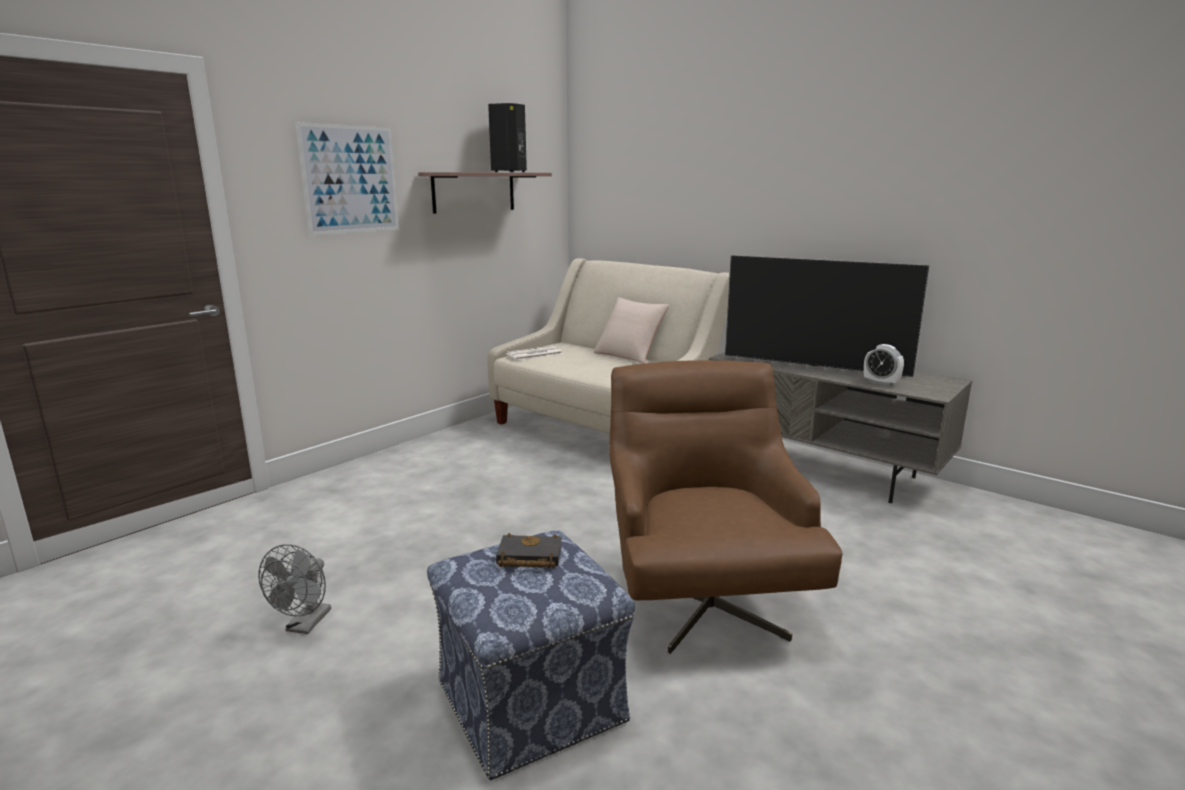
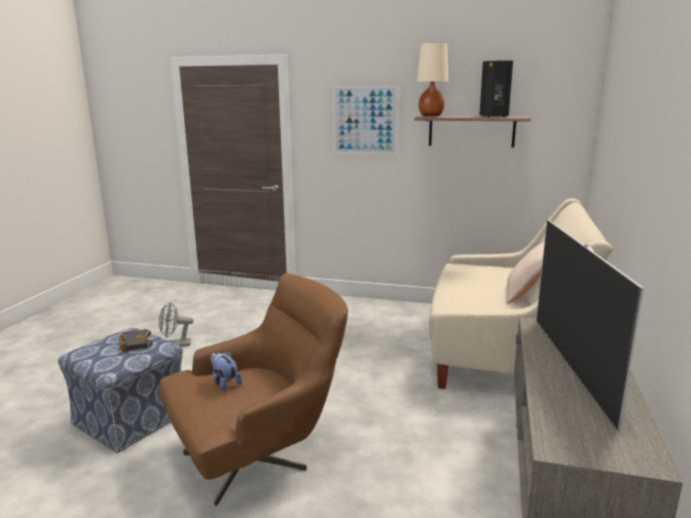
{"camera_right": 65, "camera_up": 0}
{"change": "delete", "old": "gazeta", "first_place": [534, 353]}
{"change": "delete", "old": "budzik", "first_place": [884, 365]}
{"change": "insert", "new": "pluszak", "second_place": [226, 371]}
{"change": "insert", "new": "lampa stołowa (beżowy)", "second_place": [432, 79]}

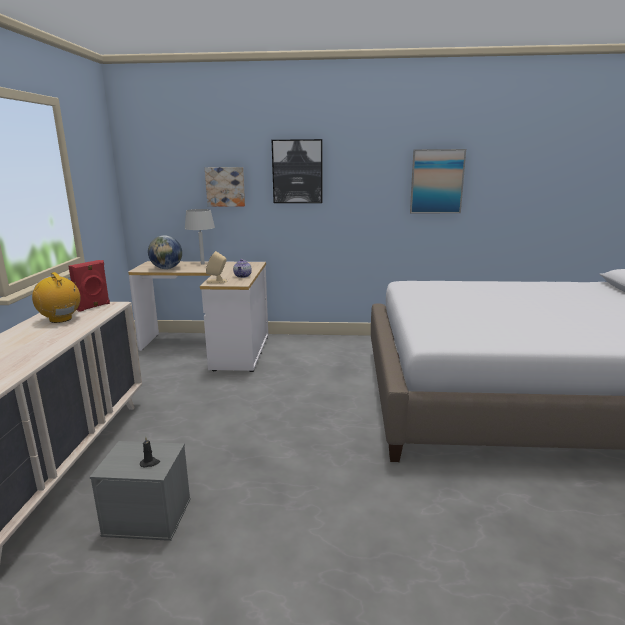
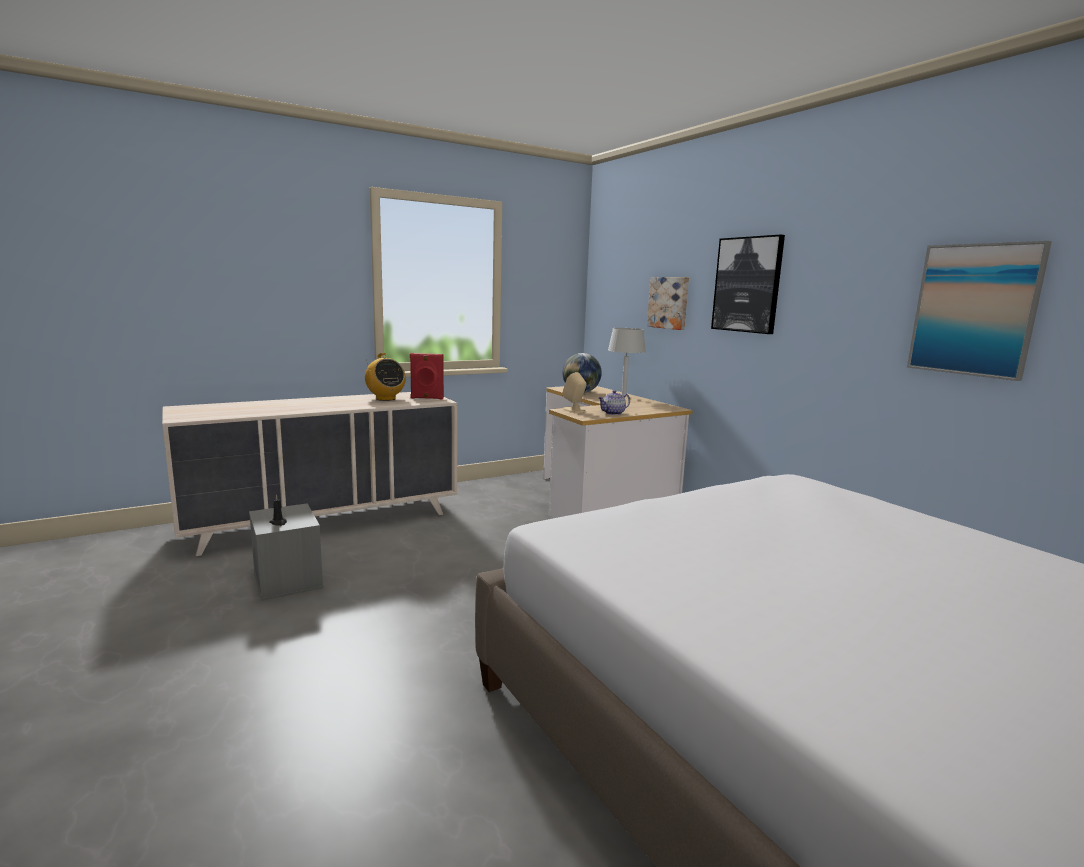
{"camera_right": 55, "camera_up": -5}
{"change": "rotate", "old": "radio", "first_place": [56, 297], "second_place": [385, 377], "degrees": 135}

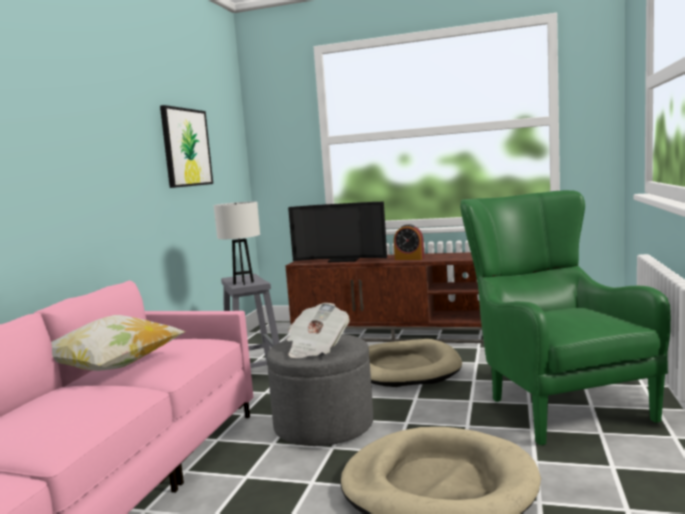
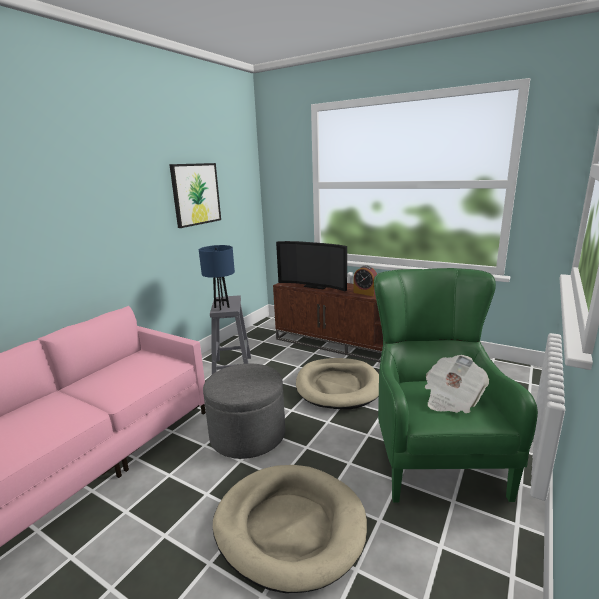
{"camera_right": 15, "camera_up": 10}
{"change": "delete", "old": "poduszka", "first_place": [118, 343]}
{"change": "recolor", "old": "lampa stołowa (biały)", "new": "lampa stołowa (niebieski)", "first_place": [237, 243], "second_place": [217, 277]}
{"change": "move", "old": "gazeta", "first_place": [318, 330], "second_place": [457, 384]}

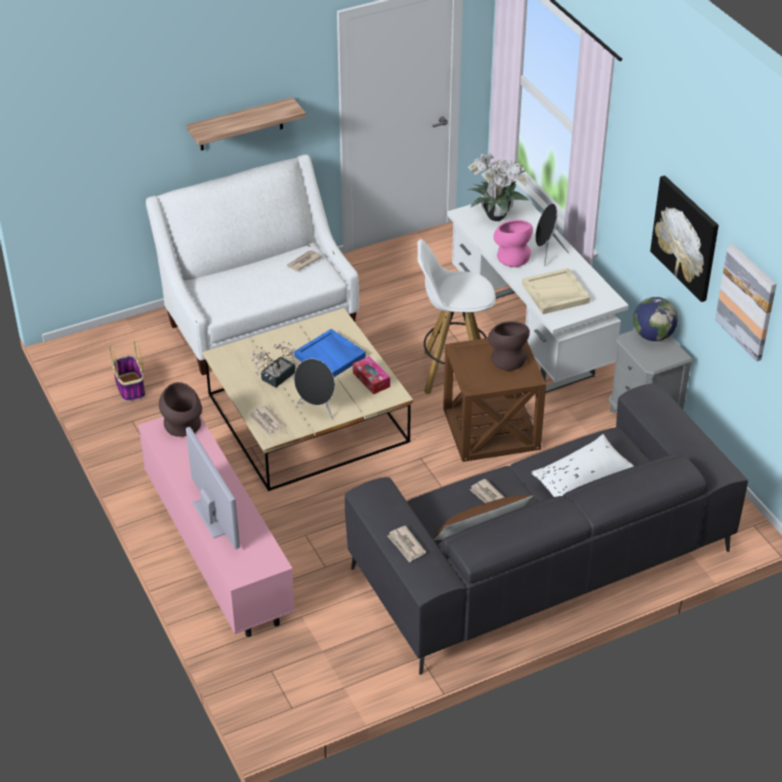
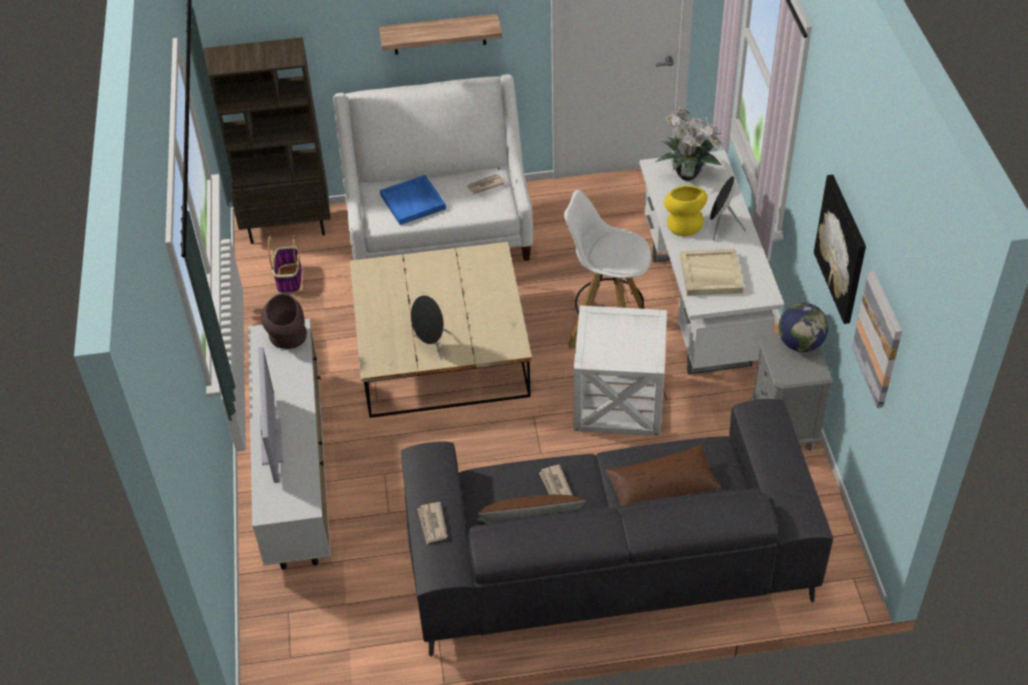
{"camera_right": 20, "camera_up": 5}
{"change": "recolor", "old": "szafka pod telewizor (różowy)", "new": "szafka pod telewizor (biały)", "first_place": [216, 526], "second_place": [289, 444]}
{"change": "delete", "old": "gazeta", "first_place": [266, 420]}
{"change": "delete", "old": "roślina doniczkowa", "first_place": [273, 364]}
{"change": "move", "old": "taca (niebieski)", "first_place": [330, 353], "second_place": [413, 200]}
{"change": "delete", "old": "pudełko chusteczek", "first_place": [371, 375]}
{"change": "recolor", "old": "stolik (brązowy)", "new": "stolik (biały)", "first_place": [494, 400], "second_place": [620, 371]}
{"change": "delete", "old": "wazon (brązowy)", "first_place": [509, 346]}
{"change": "recolor", "old": "wazon (różowy)", "new": "wazon (żółty)", "first_place": [513, 243], "second_place": [685, 210]}
{"change": "recolor", "old": "poduszka (biały)", "new": "poduszka (brązowy)", "first_place": [582, 465], "second_place": [663, 475]}
{"change": "insert", "new": "regał (brązowy)", "second_place": [266, 140]}

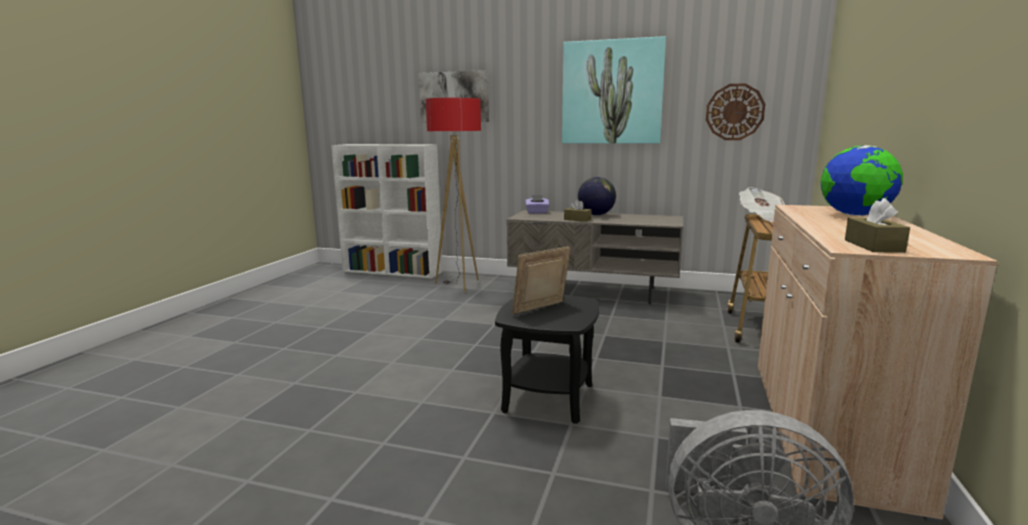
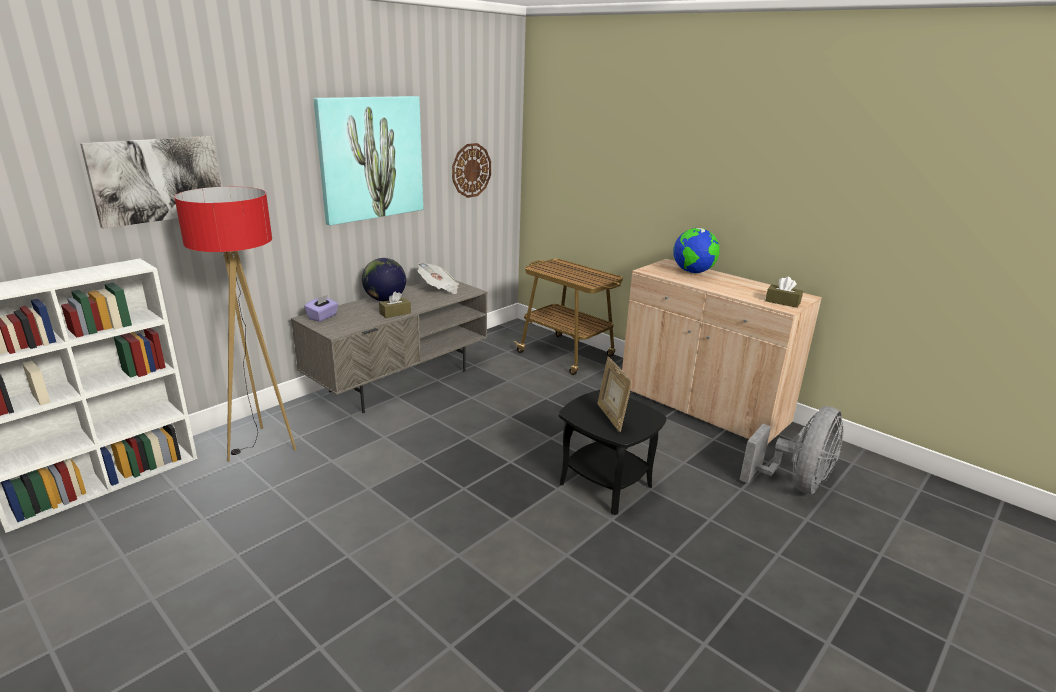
{"camera_right": -65, "camera_up": 10}
{"change": "move", "old": "gazeta", "first_place": [762, 204], "second_place": [438, 278]}

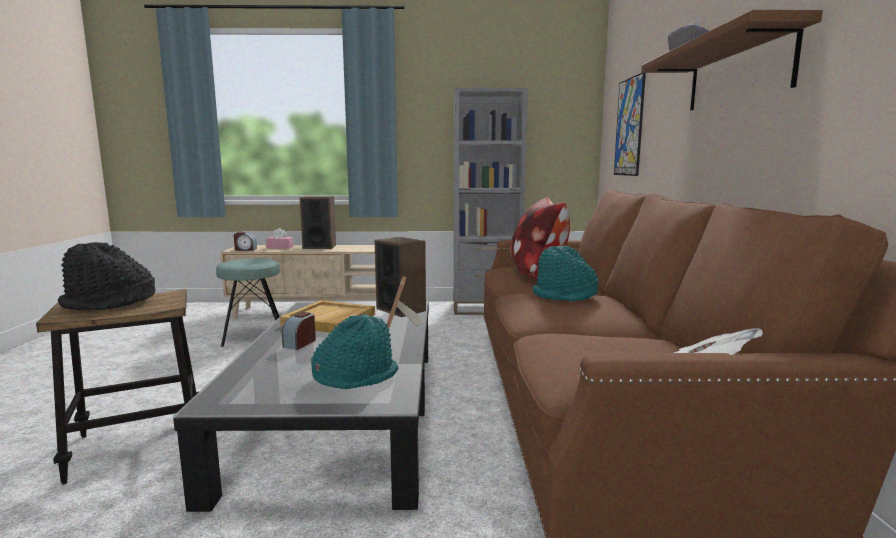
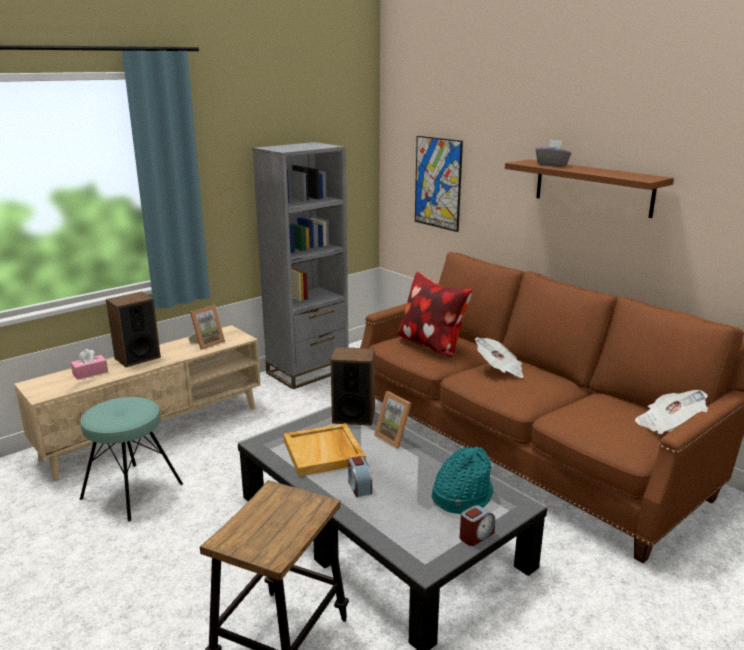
{"camera_right": -40, "camera_up": 10}
{"change": "delete", "old": "kapelusz (czarny)", "first_place": [106, 276]}
{"change": "move", "old": "budzik", "first_place": [245, 241], "second_place": [477, 525]}
{"change": "replace", "old": "kapelusz (turkusowy)", "new": "gazeta", "first_place": [565, 273], "second_place": [499, 357]}
{"change": "insert", "new": "ramka na zdjęcie", "second_place": [207, 327]}

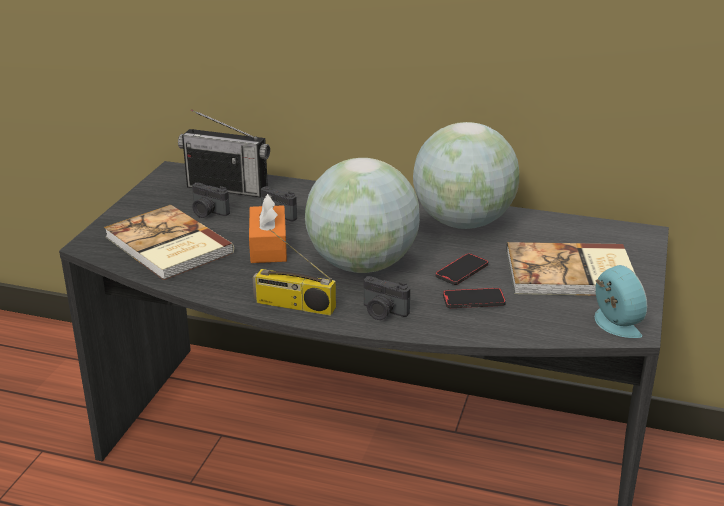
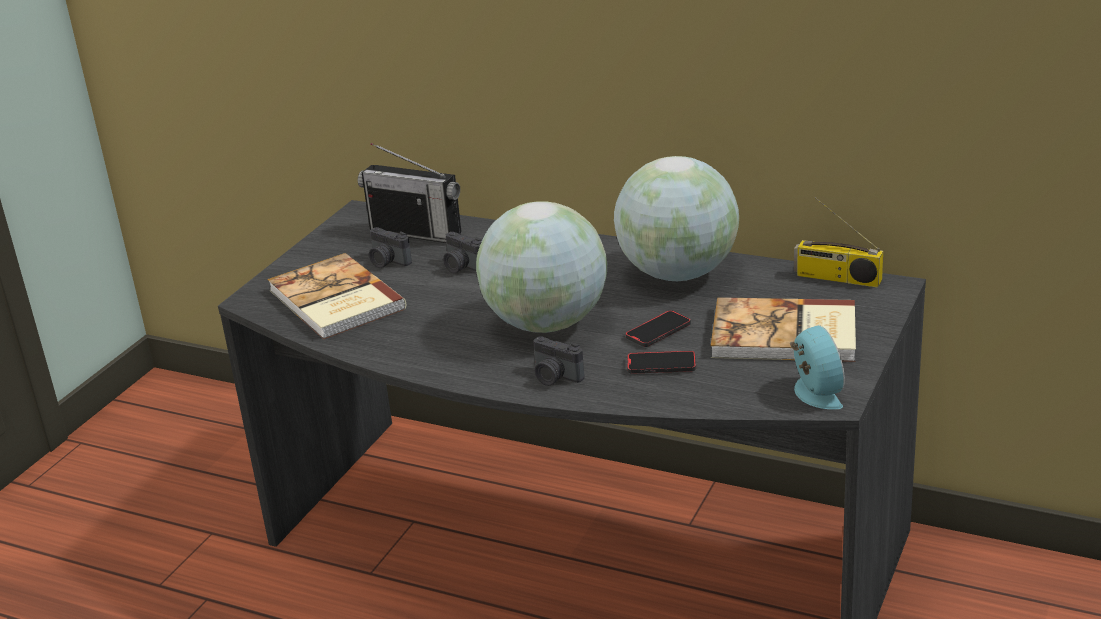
{"camera_right": 10, "camera_up": 0}
{"change": "delete", "old": "pudełko chusteczek (pomarańczowy)", "first_place": [268, 228]}
{"change": "move", "old": "radio", "first_place": [294, 272], "second_place": [838, 242]}

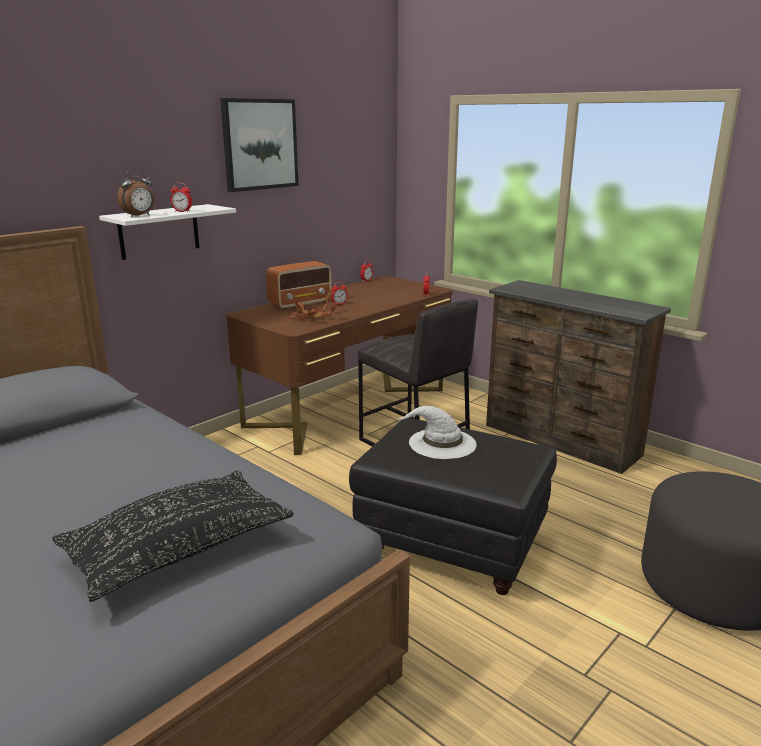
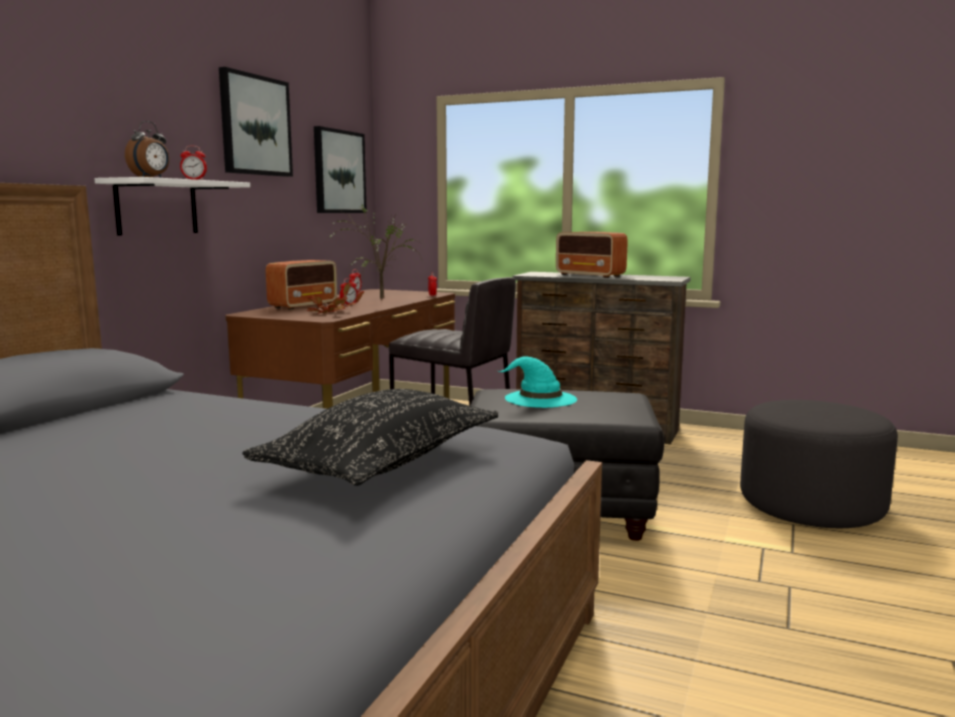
{"camera_right": -20, "camera_up": -10}
{"change": "recolor", "old": "kapelusz (biały)", "new": "kapelusz (turkusowy)", "first_place": [437, 432], "second_place": [538, 382]}
{"change": "insert", "new": "obraz", "second_place": [340, 169]}
{"change": "insert", "new": "roślina doniczkowa", "second_place": [376, 251]}
{"change": "insert", "new": "radio", "second_place": [592, 255]}

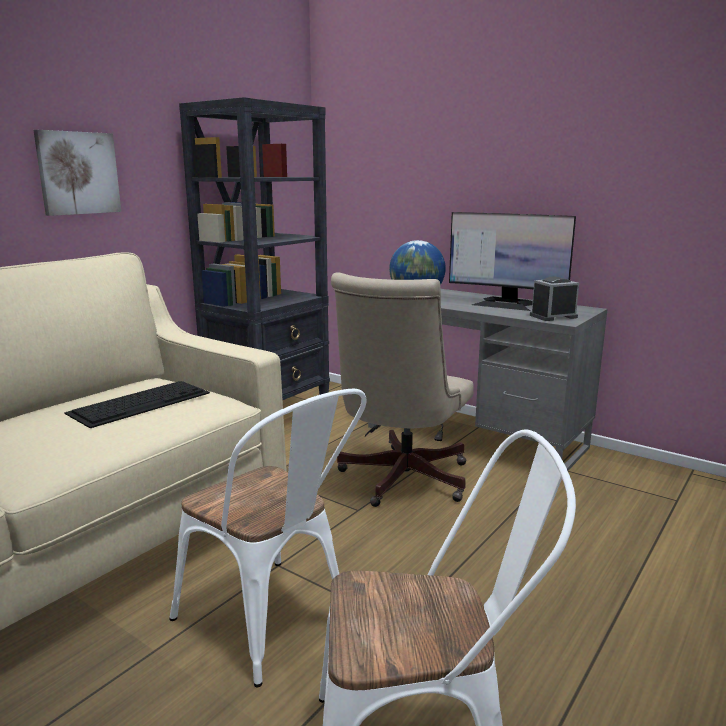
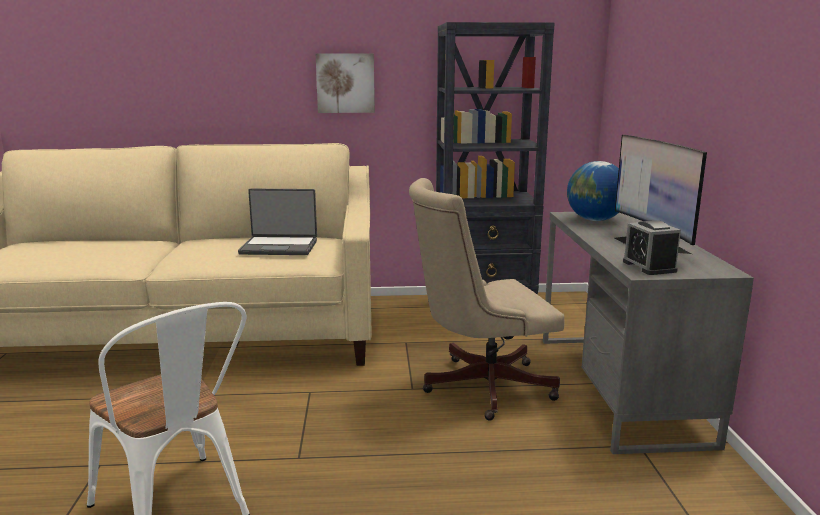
{"camera_right": 50, "camera_up": 0}
{"change": "replace", "old": "klawiatura", "new": "laptop", "first_place": [137, 404], "second_place": [277, 222]}
{"change": "delete", "old": "krzesło (biały)", "first_place": [268, 538]}
{"change": "rotate", "old": "budzik", "first_place": [554, 299], "second_place": [652, 247], "degrees": -135}

